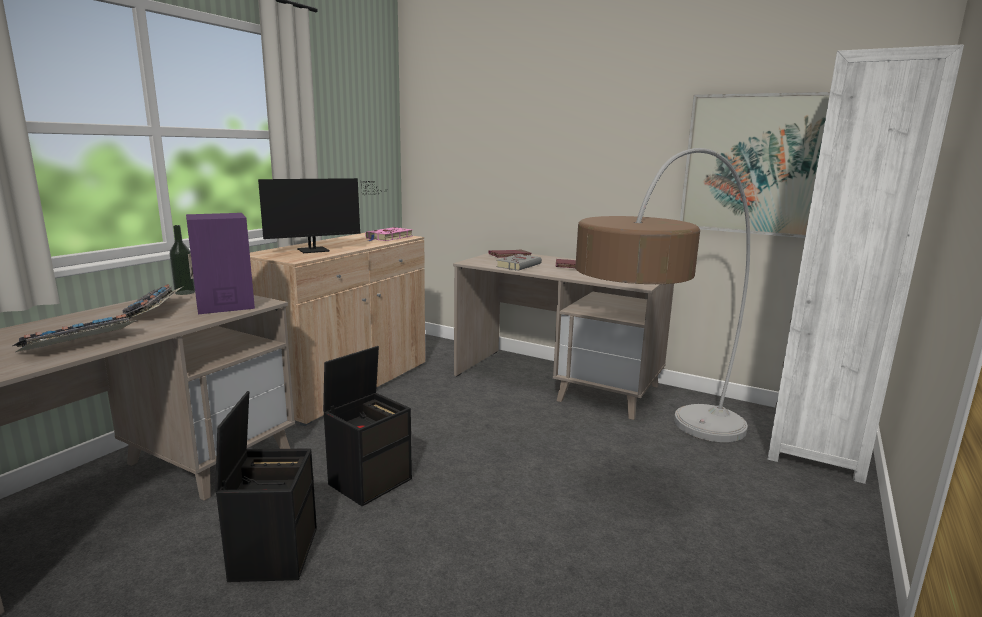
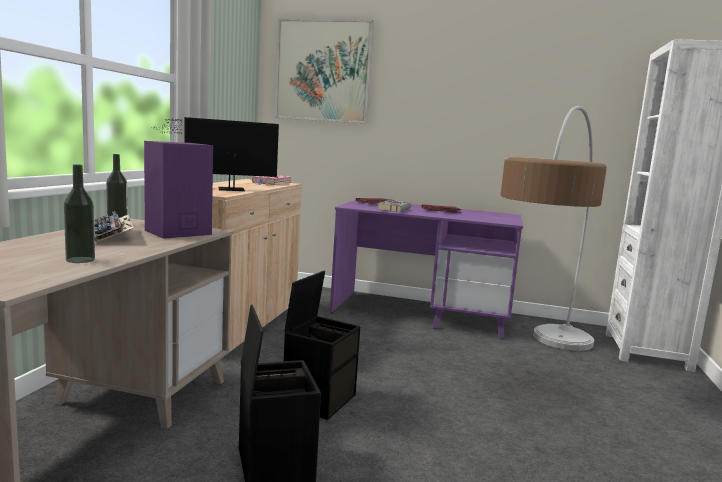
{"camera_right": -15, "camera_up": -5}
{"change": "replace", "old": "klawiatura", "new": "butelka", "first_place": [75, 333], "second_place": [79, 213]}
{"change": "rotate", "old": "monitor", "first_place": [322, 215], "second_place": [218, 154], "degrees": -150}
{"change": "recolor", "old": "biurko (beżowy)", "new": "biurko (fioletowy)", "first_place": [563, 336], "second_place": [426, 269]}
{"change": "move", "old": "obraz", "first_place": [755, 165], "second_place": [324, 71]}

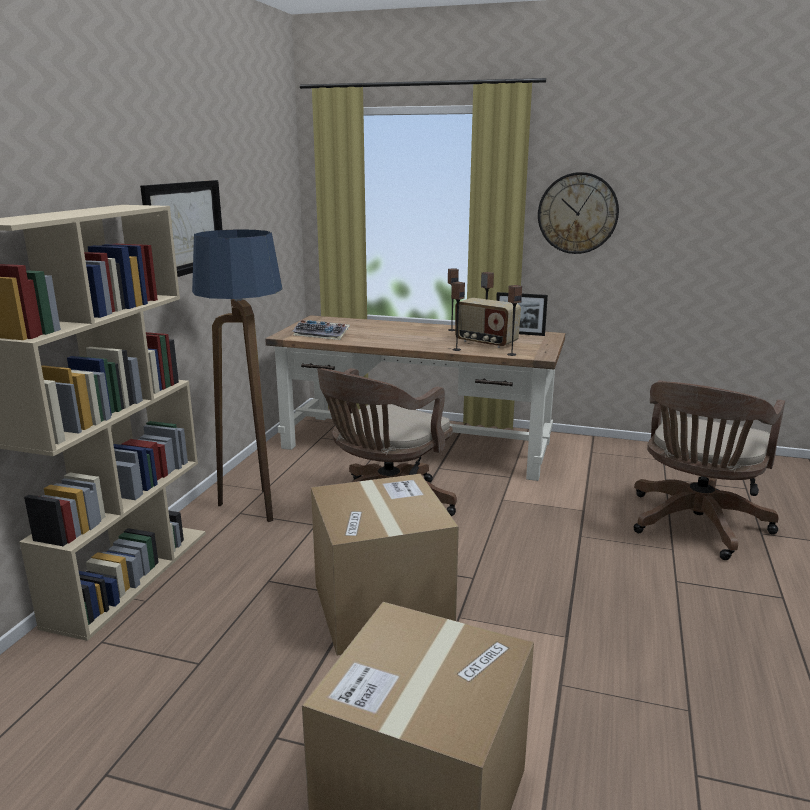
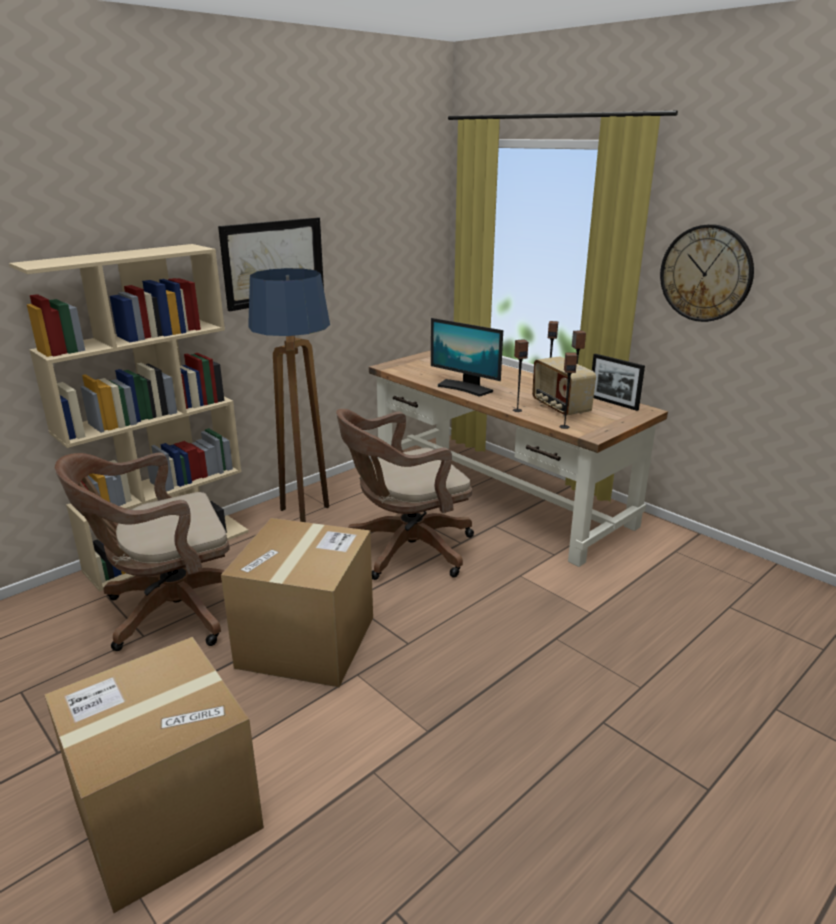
{"camera_right": 30, "camera_up": 5}
{"change": "delete", "old": "klawiatura", "first_place": [321, 330]}
{"change": "move", "old": "krzesło biurowe (brązowy)", "first_place": [709, 470], "second_place": [142, 552]}
{"change": "insert", "new": "monitor", "second_place": [467, 357]}

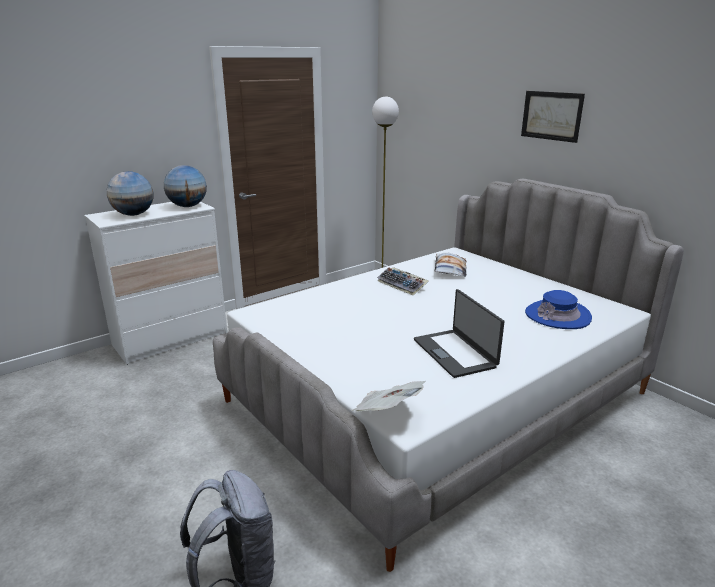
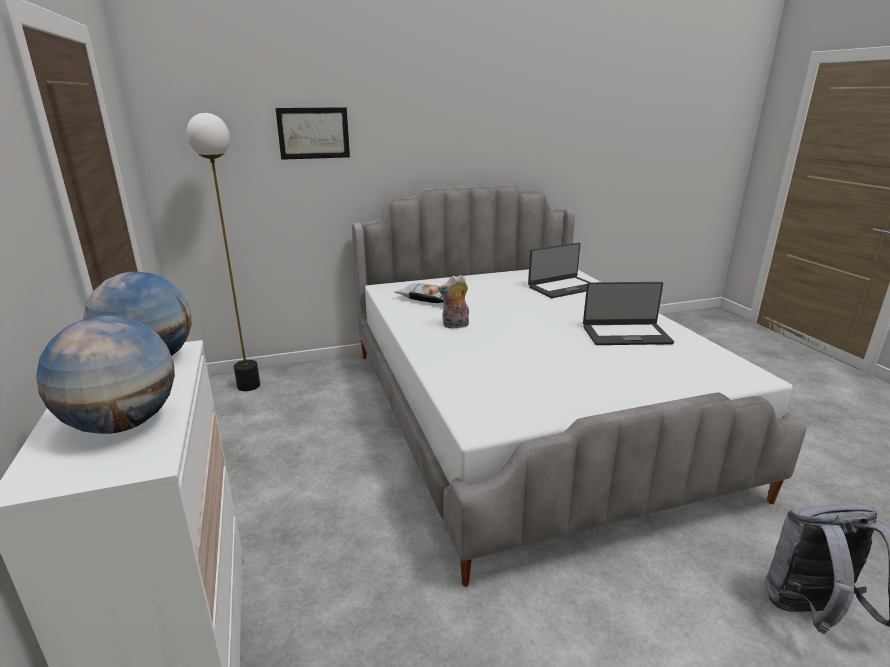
{"camera_right": -70, "camera_up": 0}
{"change": "delete", "old": "gazeta", "first_place": [389, 396]}
{"change": "replace", "old": "klawiatura", "new": "pluszak", "first_place": [403, 281], "second_place": [453, 301]}
{"change": "move", "old": "obraz", "first_place": [553, 117], "second_place": [312, 133]}
{"change": "replace", "old": "kapelusz (niebieski)", "new": "laptop", "first_place": [558, 309], "second_place": [558, 270]}

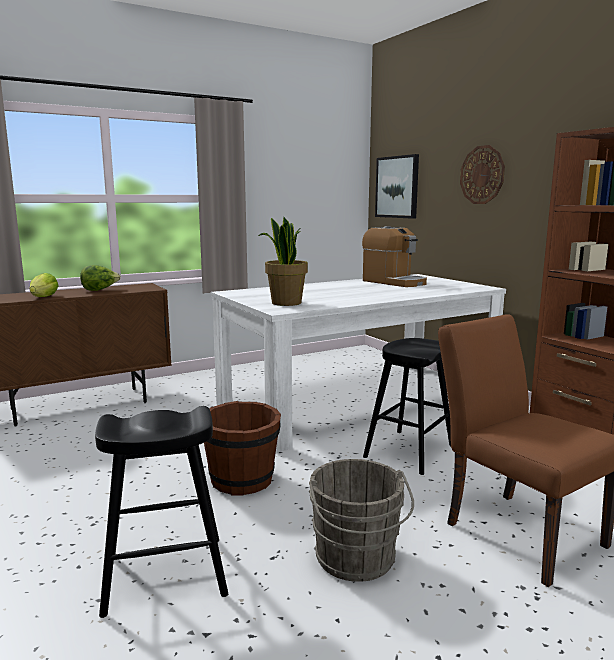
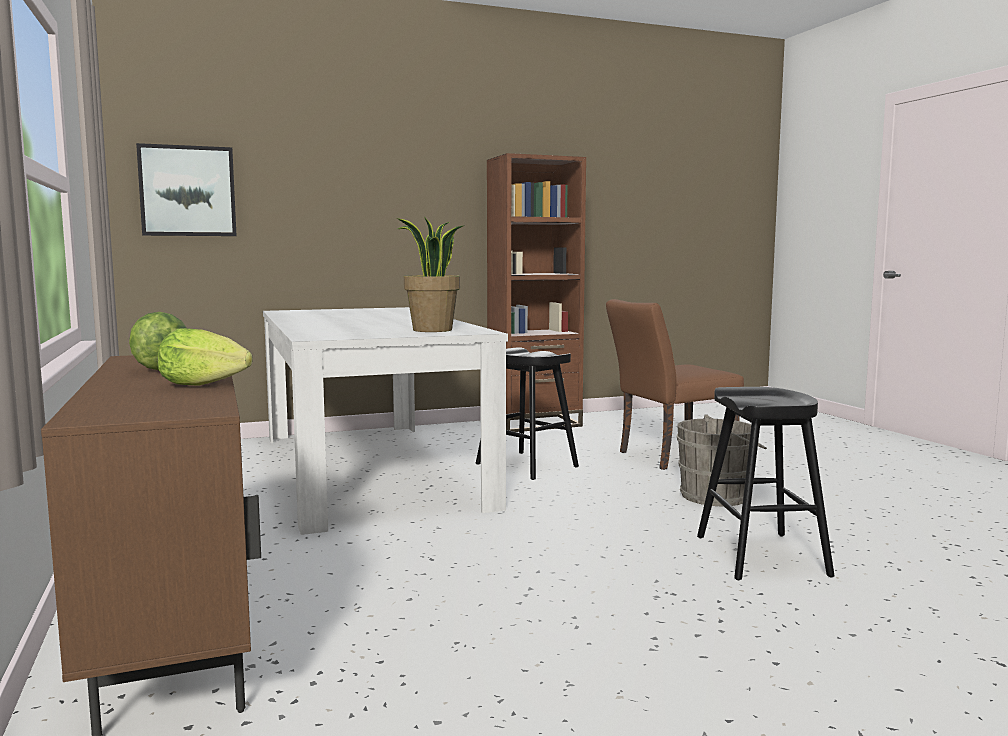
{"camera_right": -80, "camera_up": -5}
{"change": "delete", "old": "wiadro (brązowy)", "first_place": [242, 448]}
{"change": "delete", "old": "ekspres do kawy", "first_place": [394, 256]}
{"change": "delete", "old": "zegar ścienny", "first_place": [482, 174]}

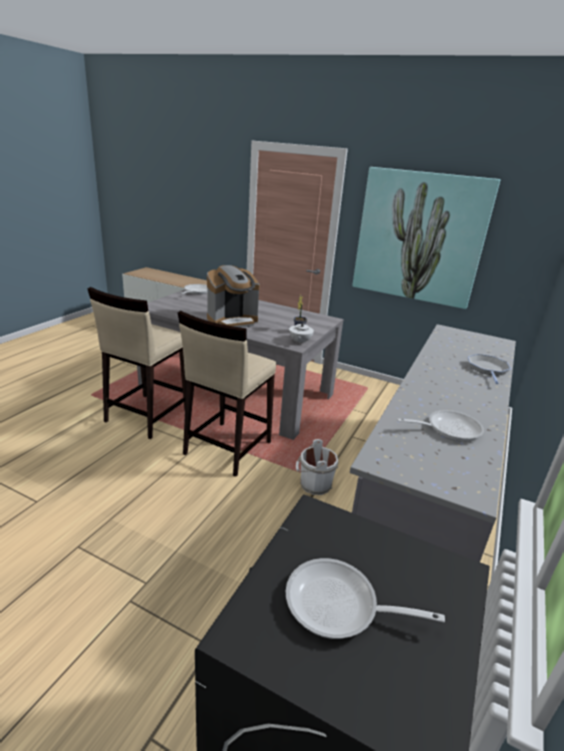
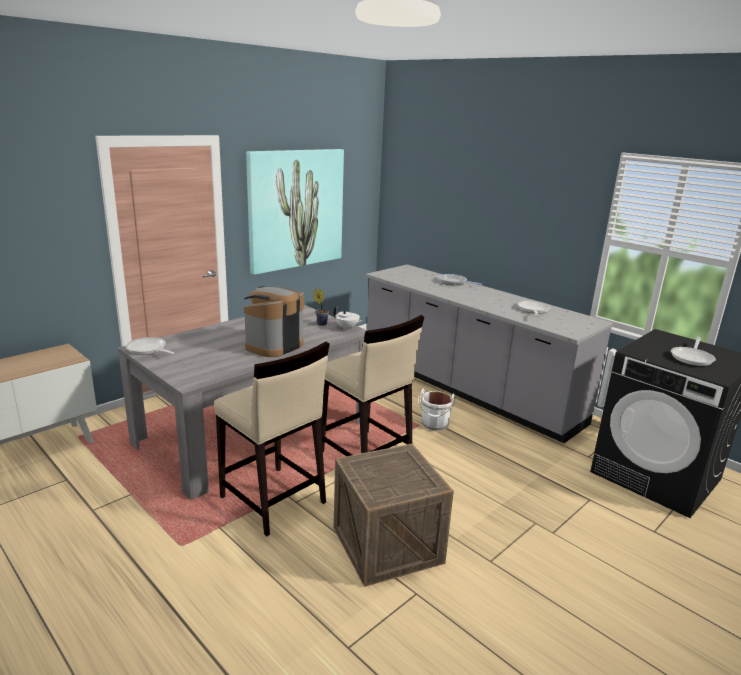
{"camera_right": -70, "camera_up": -5}
{"change": "rotate", "old": "ekspres do kawy", "first_place": [233, 296], "second_place": [274, 321], "degrees": -135}
{"change": "insert", "new": "skrzynka", "second_place": [394, 515]}

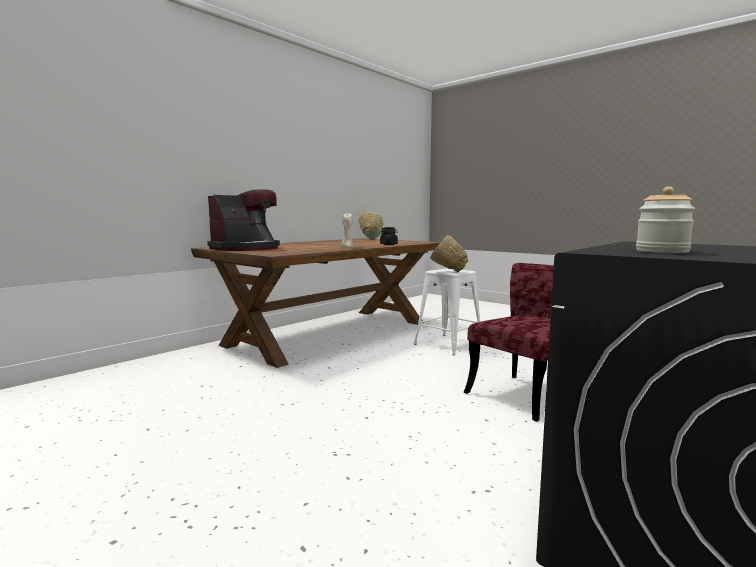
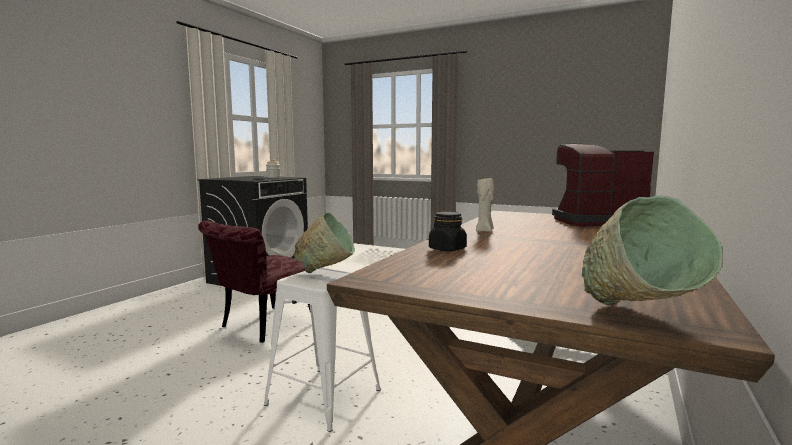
{"camera_right": 165, "camera_up": 0}
{"change": "rotate", "old": "ekspres do kawy", "first_place": [243, 220], "second_place": [603, 185], "degrees": 60}

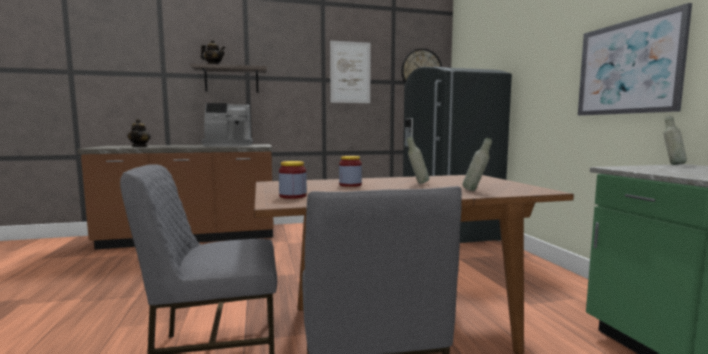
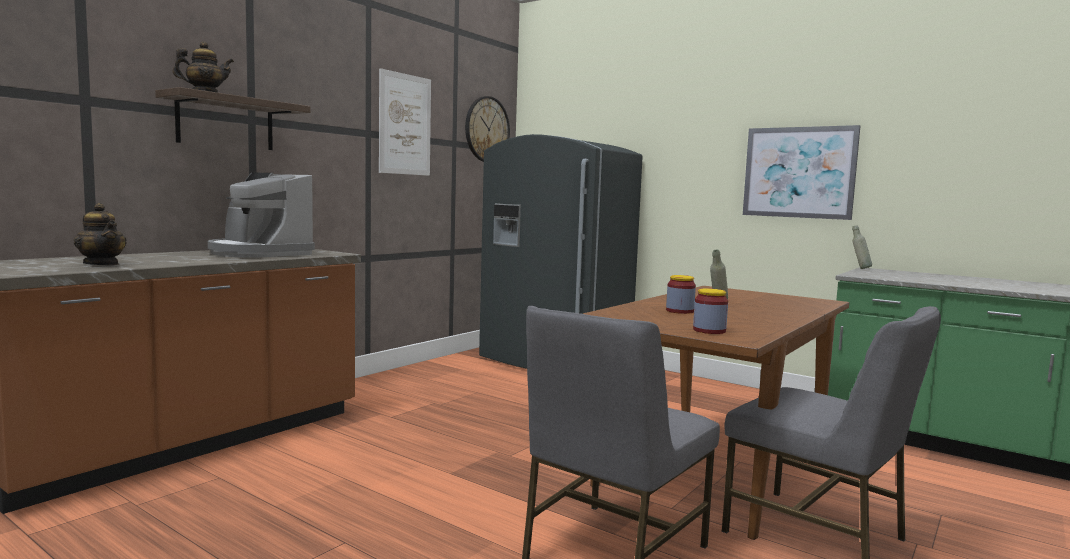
{"camera_right": -40, "camera_up": 0}
{"change": "rotate", "old": "ekspres do kawy", "first_place": [227, 124], "second_place": [261, 215], "degrees": 90}
{"change": "delete", "old": "butelka (szary)", "first_place": [477, 164]}

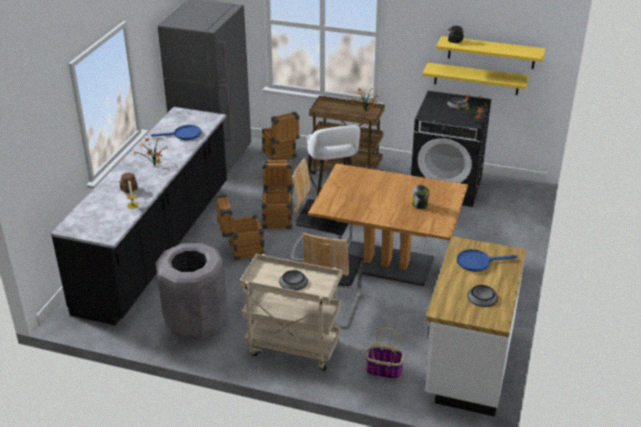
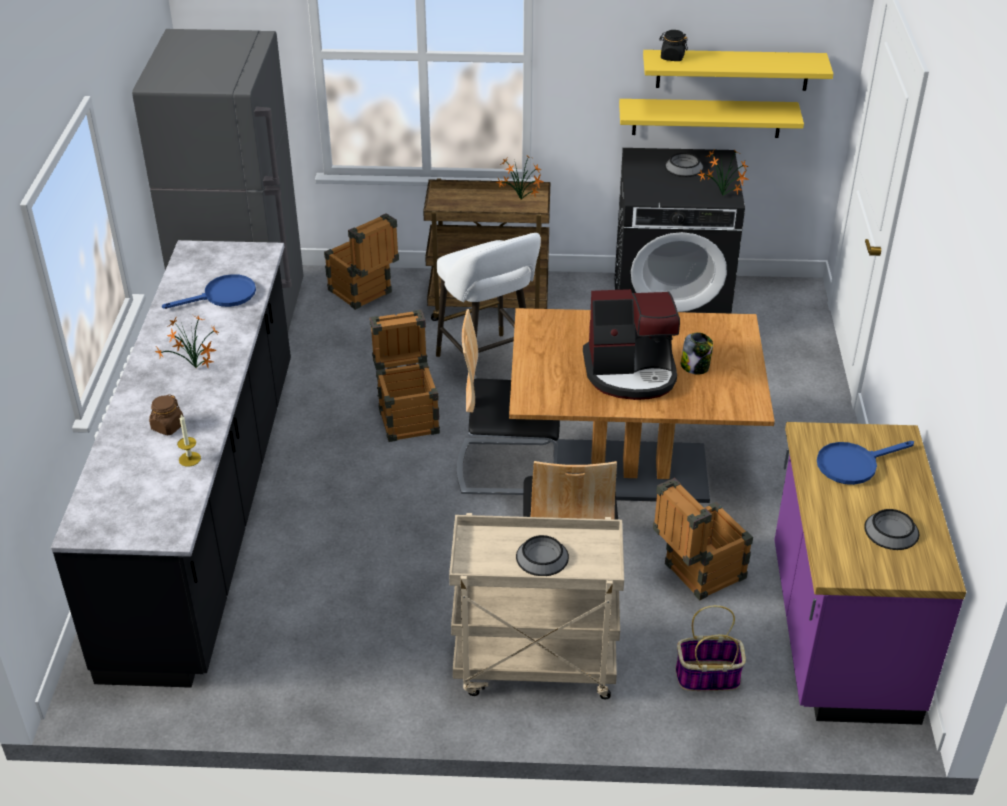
{"camera_right": -15, "camera_up": 5}
{"change": "delete", "old": "kosz na śmieci (szary)", "first_place": [191, 291]}
{"change": "move", "old": "skrzynka", "first_place": [240, 227], "second_place": [703, 539]}
{"change": "recolor", "old": "zabudowa kuchenna (biały)", "new": "zabudowa kuchenna (fioletowy)", "first_place": [475, 326], "second_place": [870, 573]}
{"change": "insert", "new": "ekspres do kawy", "second_place": [631, 344]}

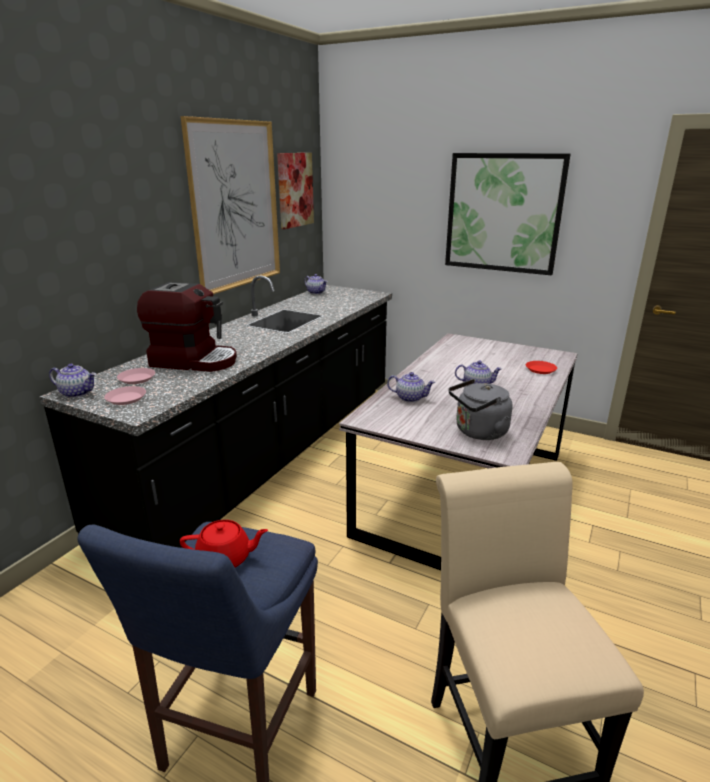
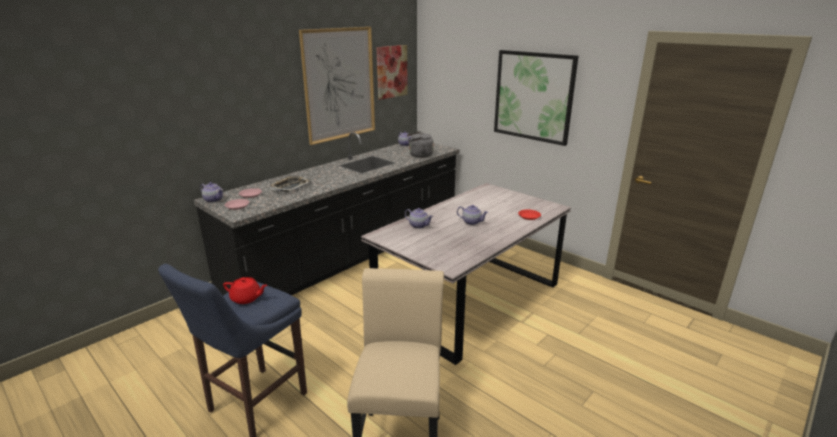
{"camera_right": 15, "camera_up": 0}
{"change": "replace", "old": "ekspres do kawy", "new": "taca", "first_place": [187, 327], "second_place": [290, 184]}
{"change": "move", "old": "czajnik (szary)", "first_place": [480, 409], "second_place": [420, 144]}

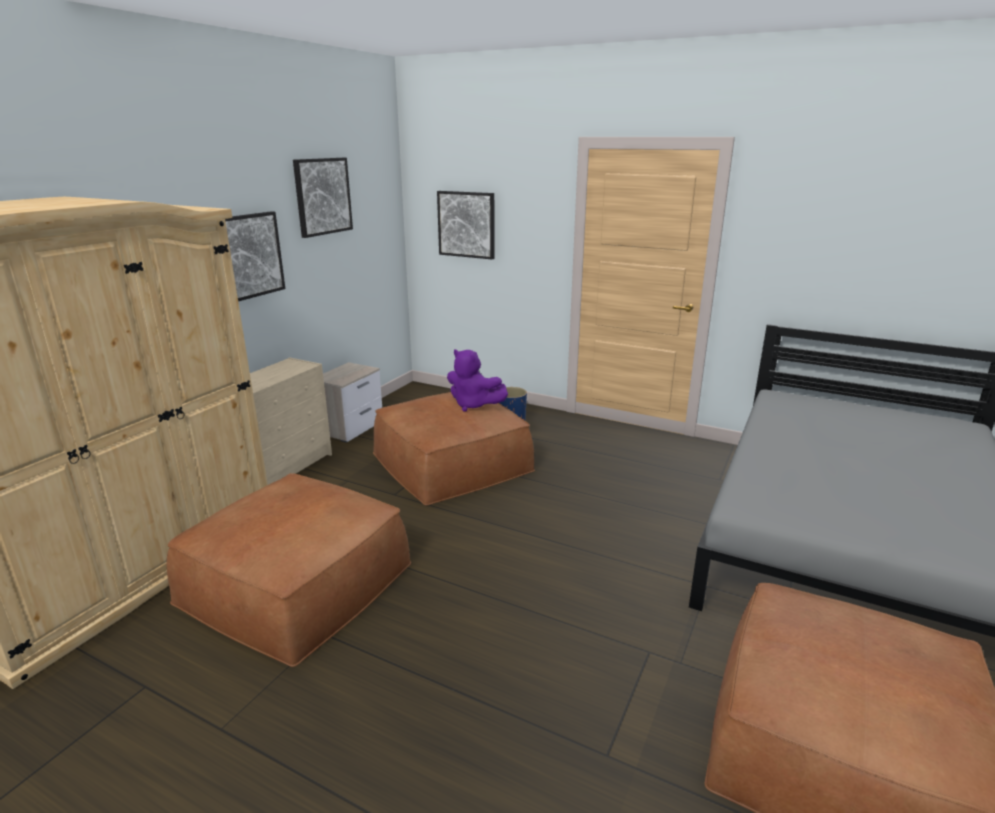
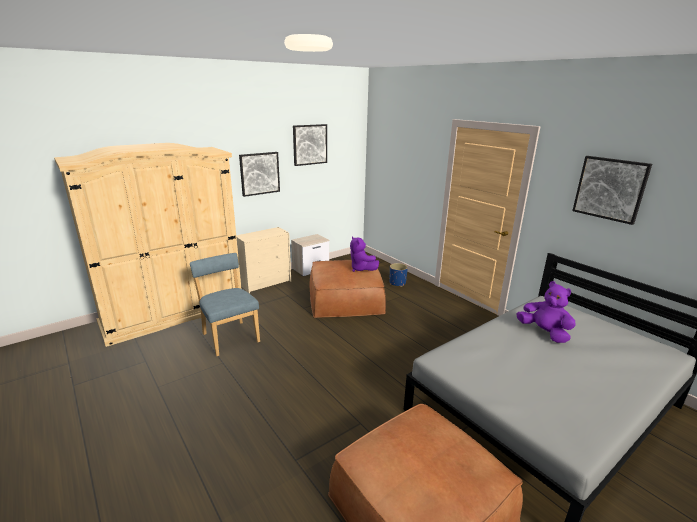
{"camera_right": 25, "camera_up": 0}
{"change": "replace", "old": "pufa (brązowy)", "new": "krzesło (niebieski)", "first_place": [288, 570], "second_place": [225, 304]}
{"change": "move", "old": "obraz", "first_place": [465, 225], "second_place": [612, 190]}
{"change": "insert", "new": "pluszak (fioletowy)", "second_place": [546, 312]}

